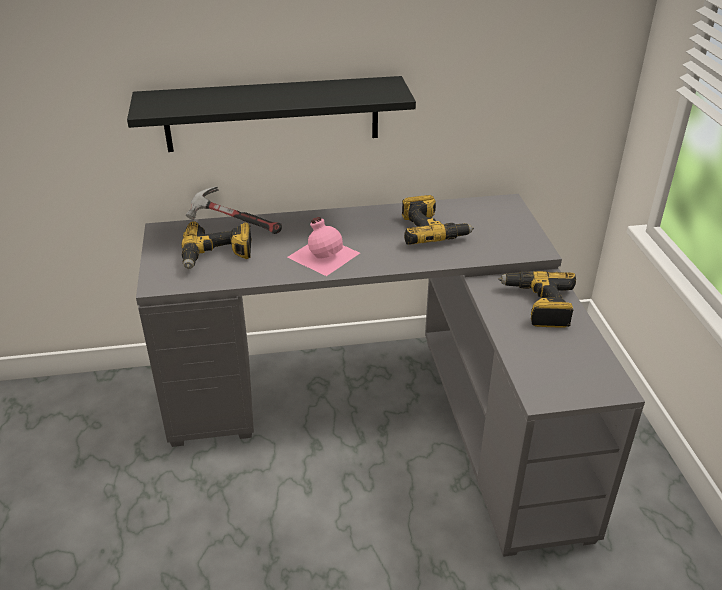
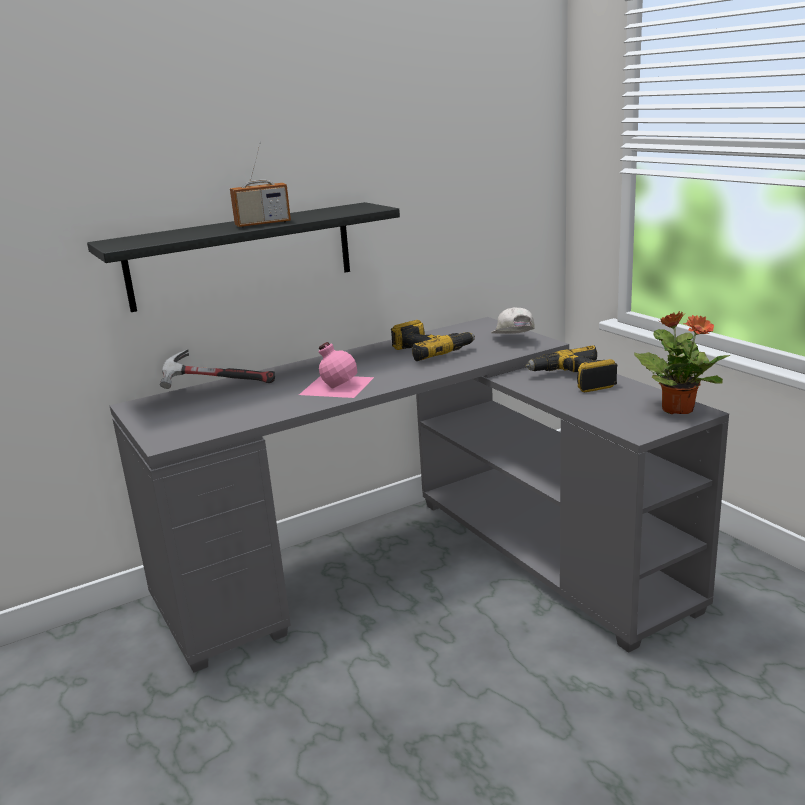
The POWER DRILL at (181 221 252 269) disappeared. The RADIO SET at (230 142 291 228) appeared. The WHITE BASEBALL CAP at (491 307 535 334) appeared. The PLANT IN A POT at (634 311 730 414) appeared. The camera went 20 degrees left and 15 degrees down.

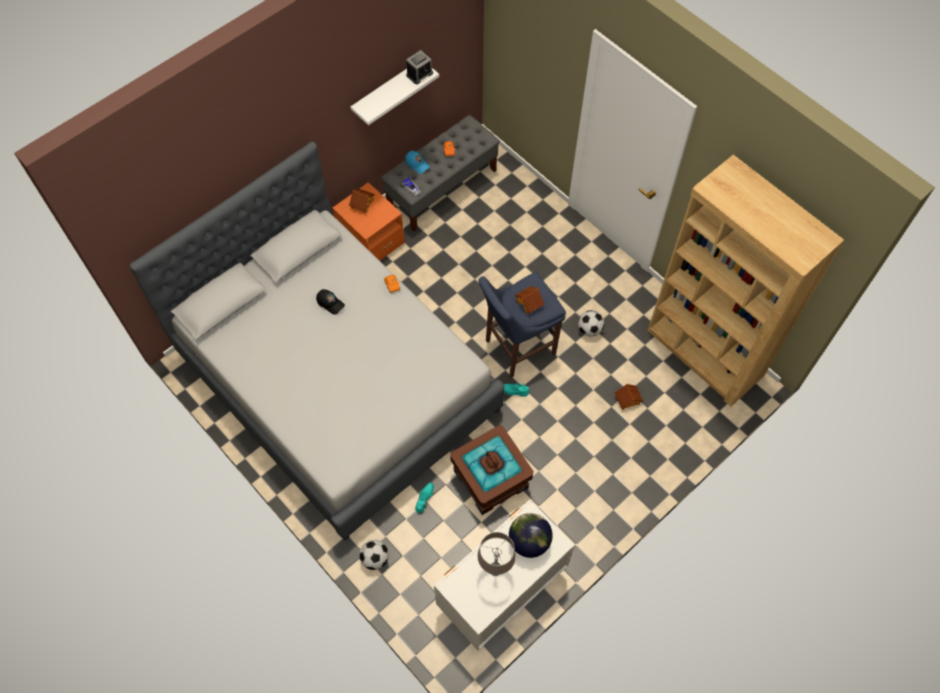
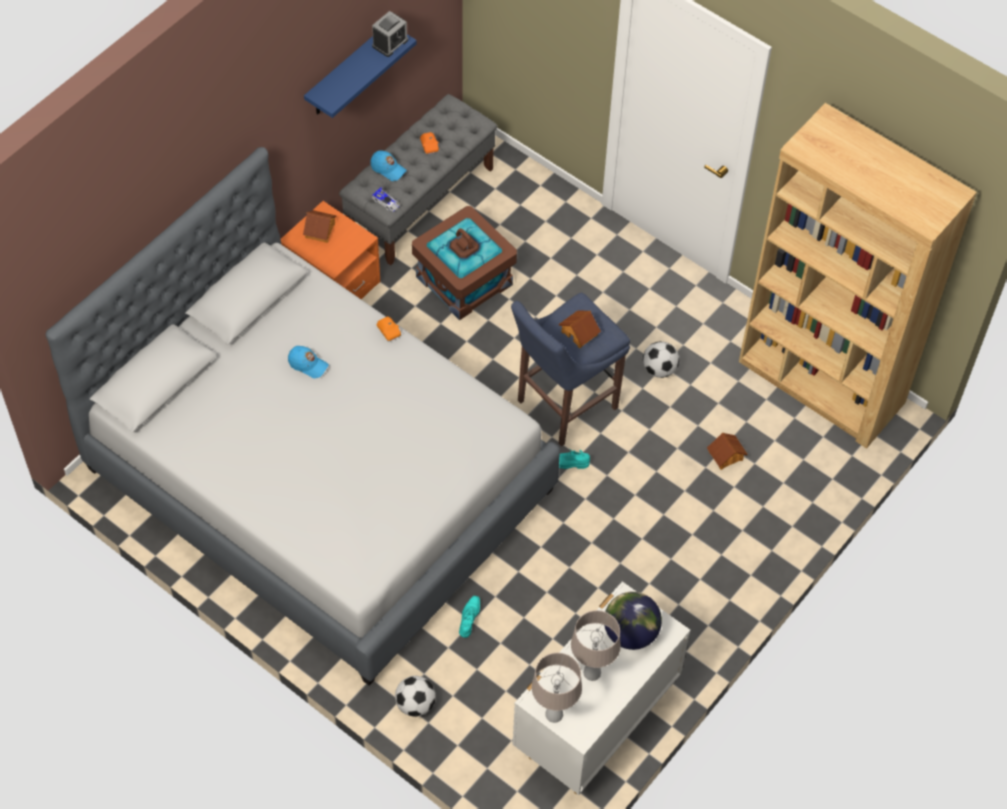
The WHITE BRACKET SHELF at (350 68 439 125) became the BLUISH BRACKET SHELF at (304 34 417 118). The BLACK-COLOURED BASEBALL CAP at (316 289 345 314) became the BLUISH BASEBALL CAP at (288 346 329 378). The BROWN-COLOURED STORAGE CONTAINER moved from (450 425 534 515) to (412 206 517 320). The BEIGE TABLE LAMP at (532 653 582 723) appeared. The camera went 10 degrees left and 5 degrees down.

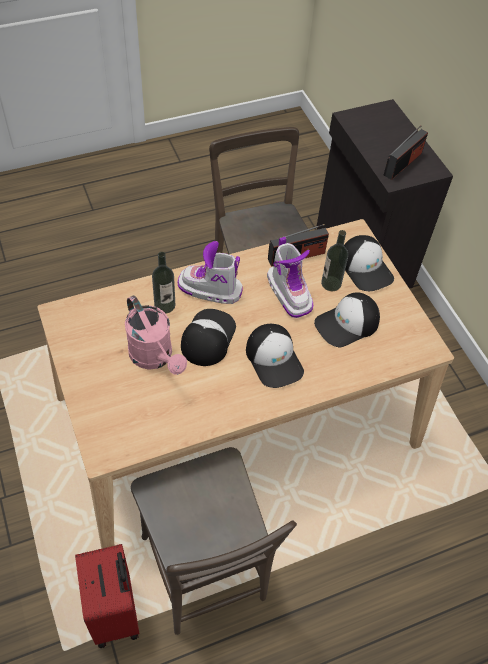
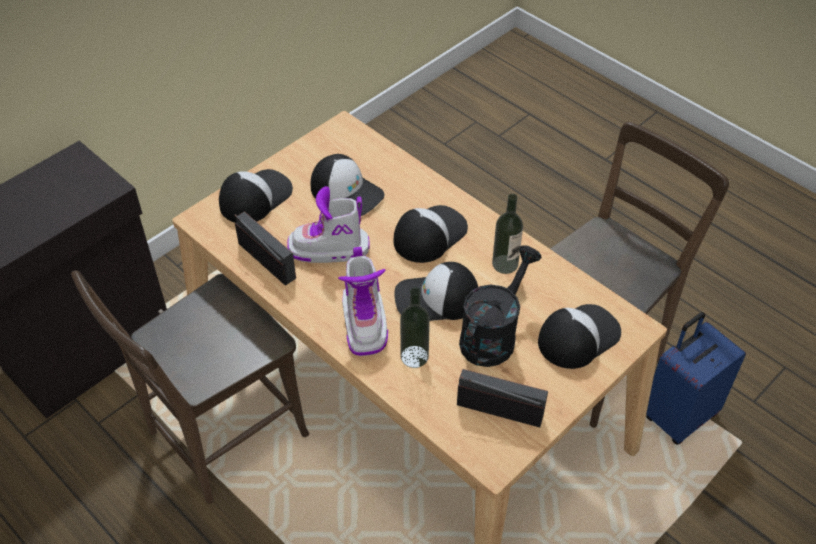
The RADIO SET moved from (384 125 428 180) to (457 369 548 427). The DRINK BOTTLE moved from (321 230 348 291) to (492 194 523 274). The TALL BOOT at (267 237 313 318) turned 135 degrees counterclockwise. The PINK-COLOURED WATERING POT at (125 295 187 375) became the BLACK-COLOURED WATERING POT at (459 245 542 367). The RED-COLOURED SUITCASE at (75 544 140 648) became the BLUISH SUITCASE at (646 312 746 445). The BASEBALL CAP at (538 304 621 369) appeared. The camera went 110 degrees left and 5 degrees down.

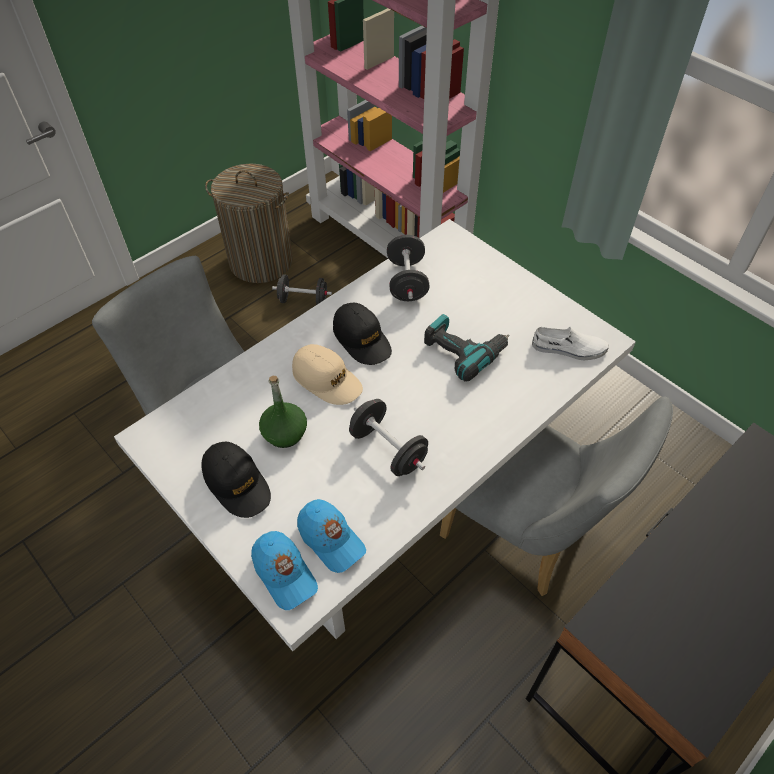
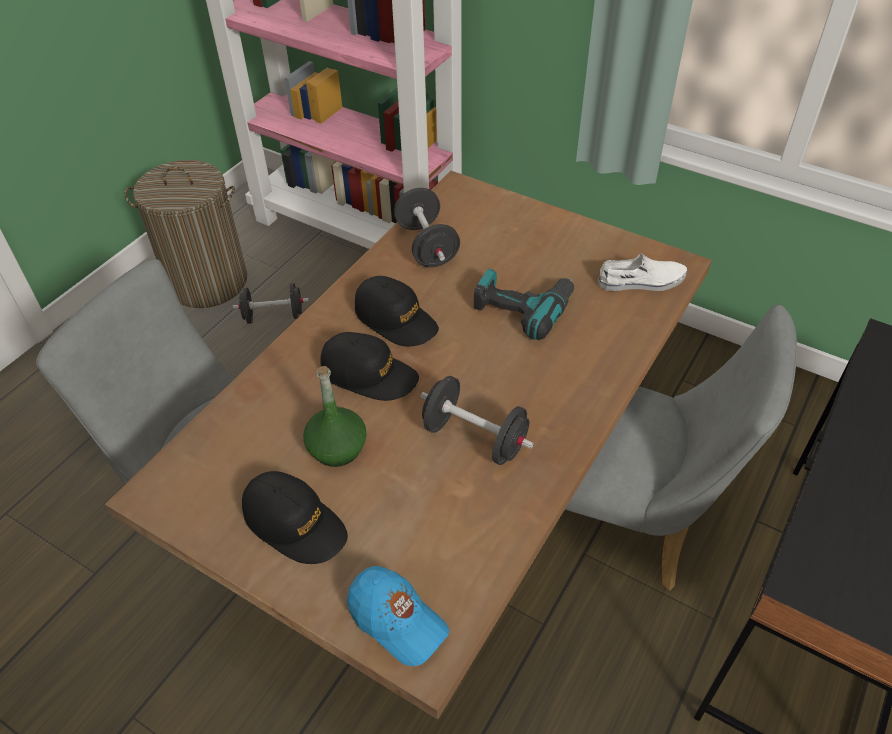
The WHITE DINNER TABLE at (114 219 636 651) became the BROWN-COLOURED DINNER TABLE at (105 171 711 719). The BEIGE BASEBALL CAP at (292 344 363 405) became the BLACK-COLOURED BASEBALL CAP at (320 332 419 401). The BLUISH BASEBALL CAP at (297 499 366 573) disappeared. The camera went 15 degrees left and 5 degrees down.

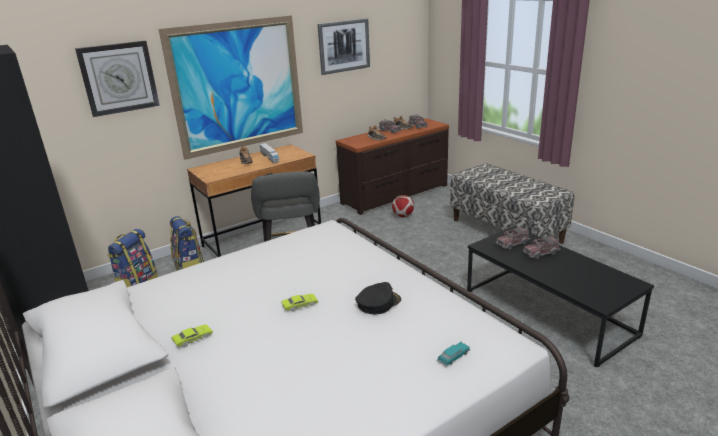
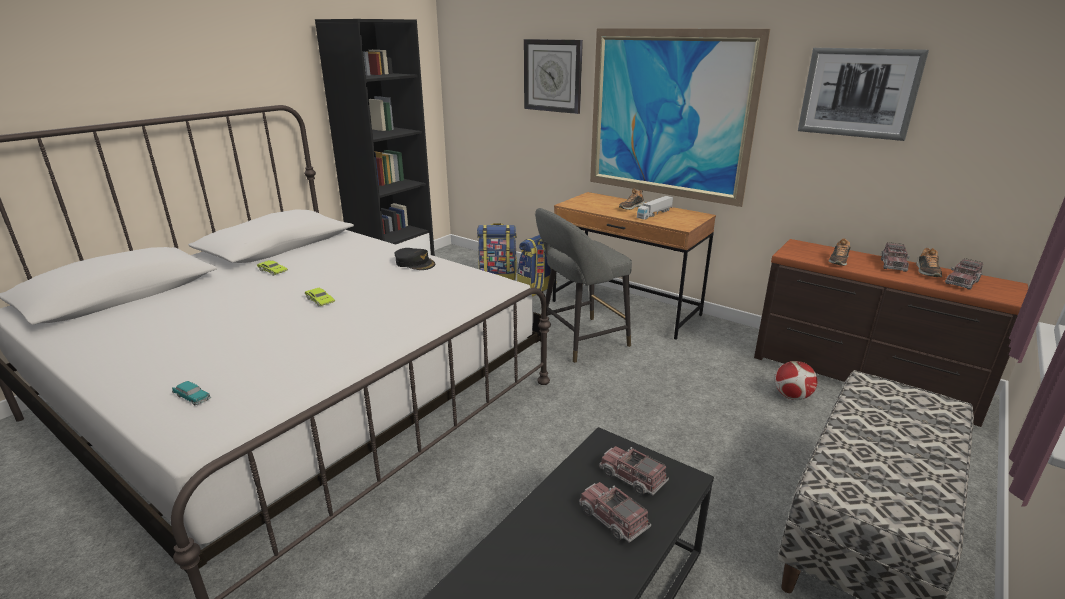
The BLACK-COLOURED BASEBALL CAP moved from (355 282 401 314) to (394 248 435 270). The camera went 70 degrees right and 0 degrees up.

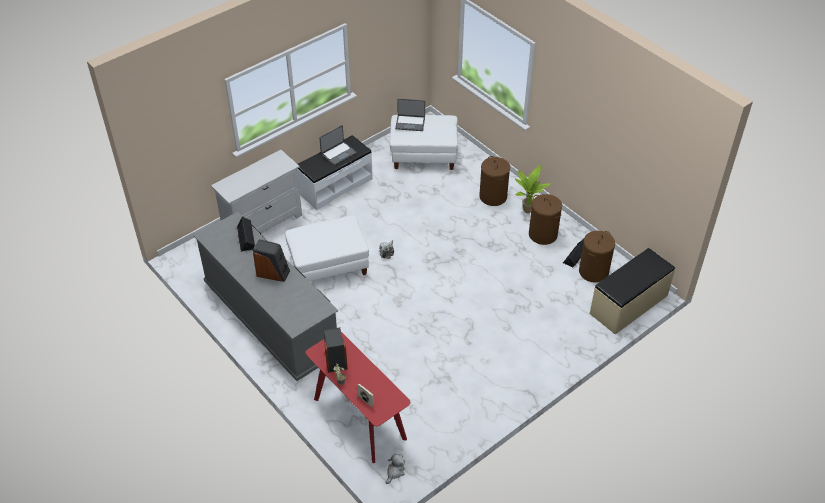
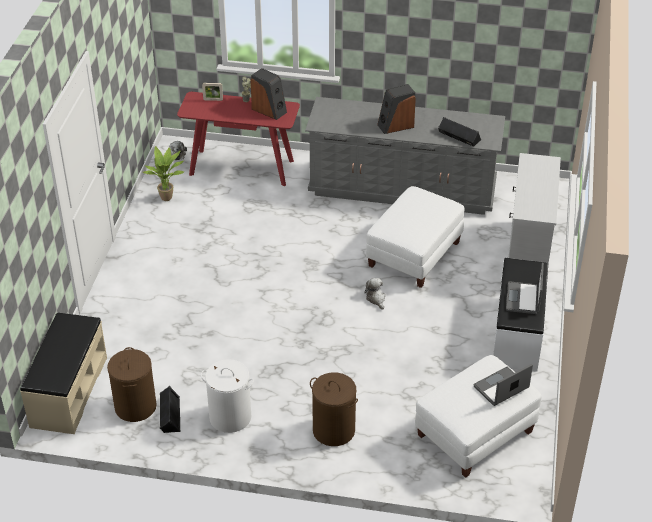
The PLANT IN A POT moved from (515 165 551 213) to (143 146 185 201). The BROWN-COLOURED HAMPER at (529 194 562 245) became the WHITE HAMPER at (201 359 254 433). The camera went 140 degrees right and 5 degrees down.

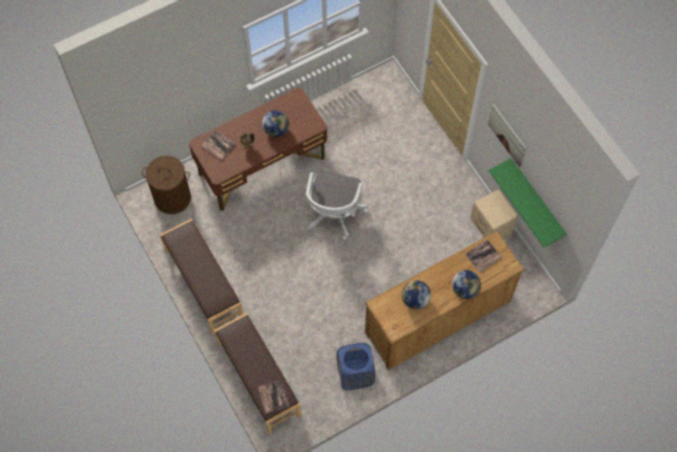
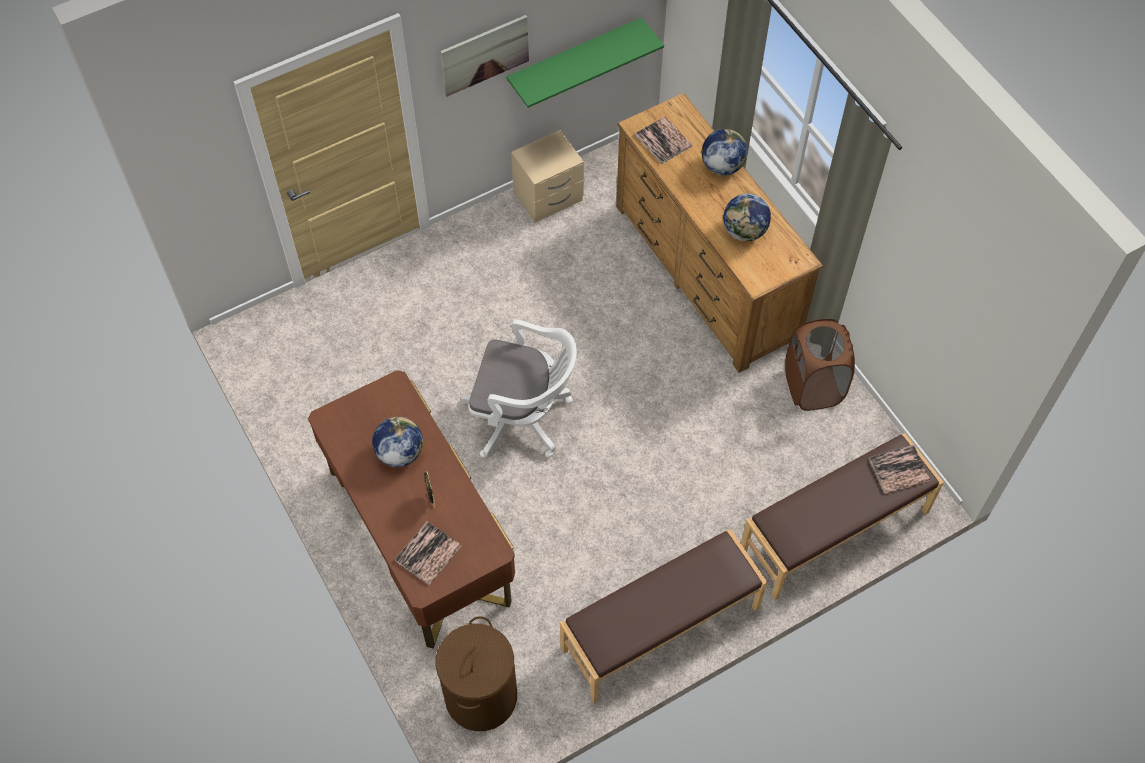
The BLUISH HAMPER at (337 343 375 390) became the BROWN-COLOURED HAMPER at (785 319 855 411). The camera went 90 degrees left and 5 degrees down.

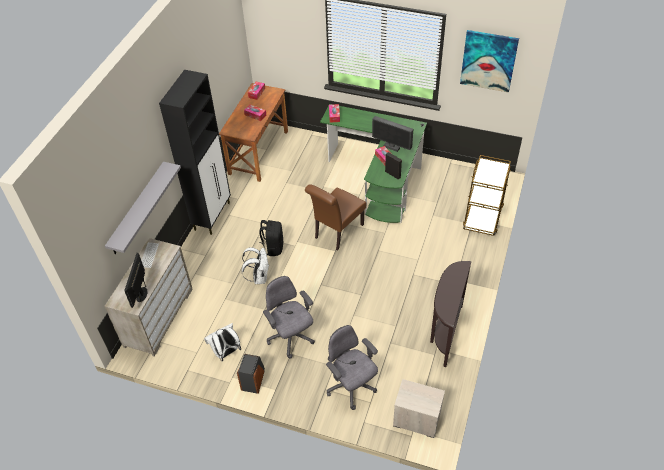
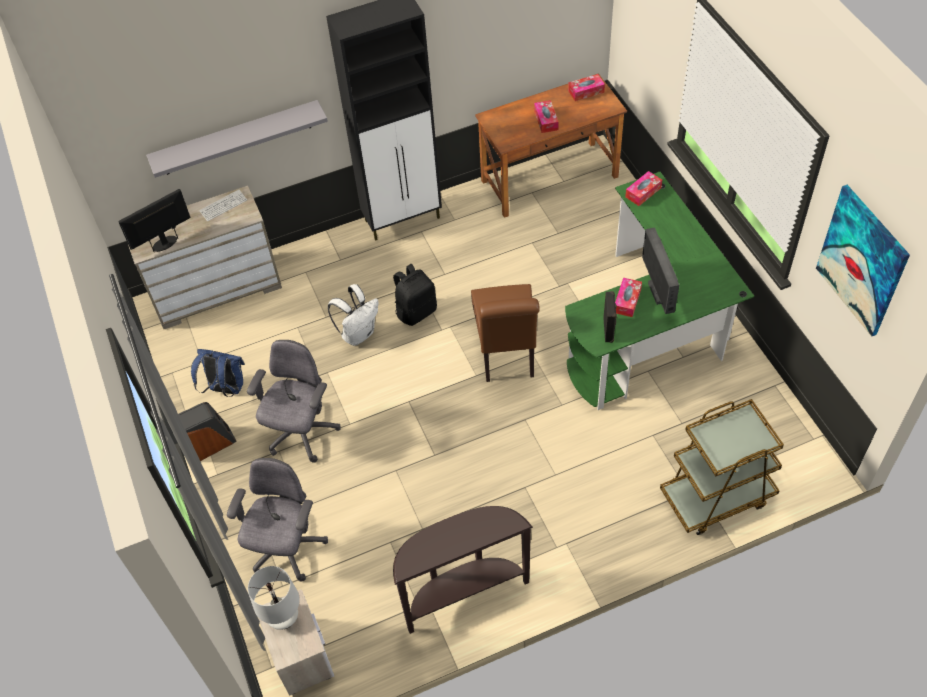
The BROWN-COLOURED PLAIN CHAIR at (305 184 366 250) turned 90 degrees counterclockwise. The WHITE KNAPSACK at (204 323 241 361) became the BLUISH KNAPSACK at (191 349 245 397). The WHITE TABLE LAMP at (248 566 300 630) appeared. The camera went 50 degrees right and 5 degrees up.

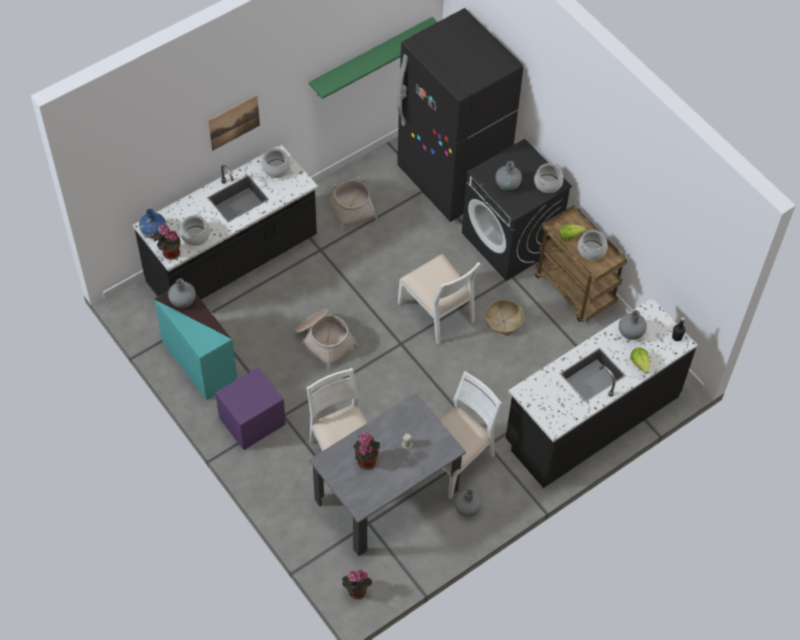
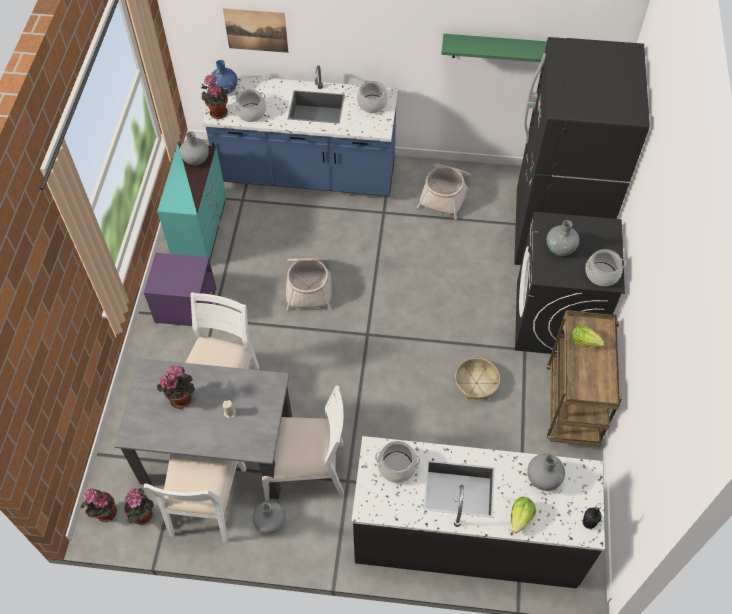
The WALL ART moved from (208 95 260 151) to (223 8 288 53). The BLACK-COLOURED KITCHEN BASE UNIT at (133 145 318 300) became the BLUISH KITCHEN BASE UNIT at (202 66 398 196). The STOCKPOT moved from (578 230 607 260) to (375 441 420 483). The WHITE PLAIN CHAIR moved from (398 254 481 344) to (144 454 246 543). The PLANT IN A POT at (124 488 154 525) appeared. The camera went 45 degrees right and 0 degrees up.

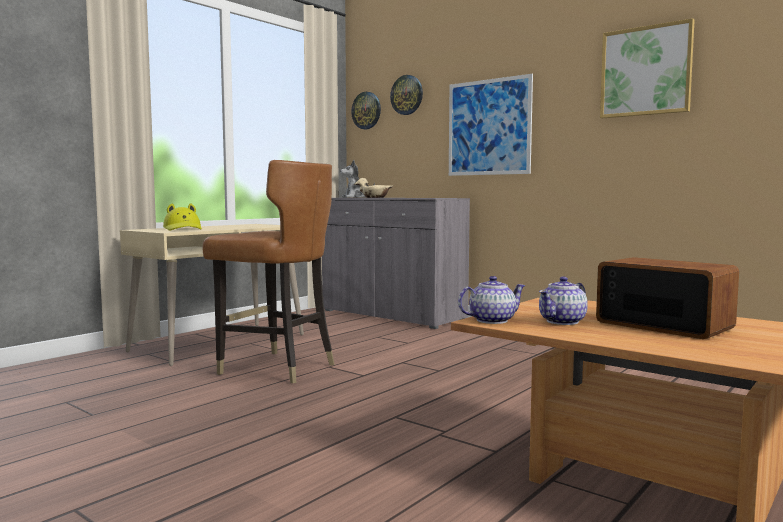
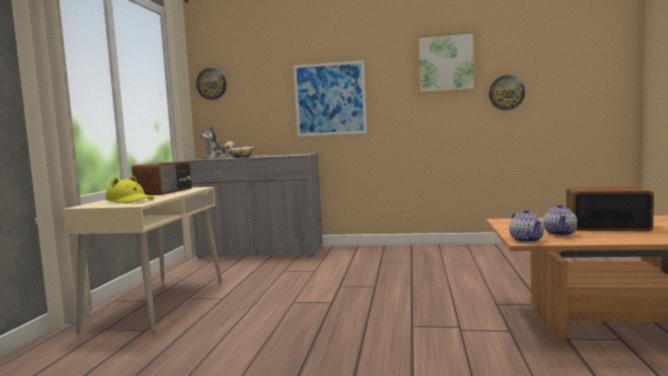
The CLOCK ON THE WALL moved from (390 75 423 115) to (489 75 525 110). The BROWN-COLOURED PLAIN CHAIR at (202 160 334 383) disappeared. The TEA POT at (458 276 526 324) turned 135 degrees clockwise. The RADIO SET at (132 161 192 195) appeared. The camera went 30 degrees left and 0 degrees up.

